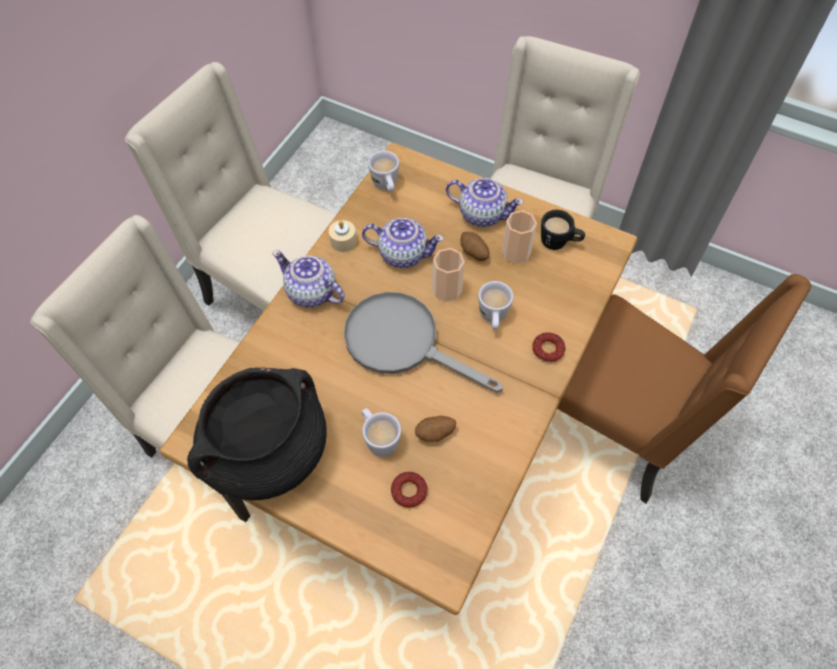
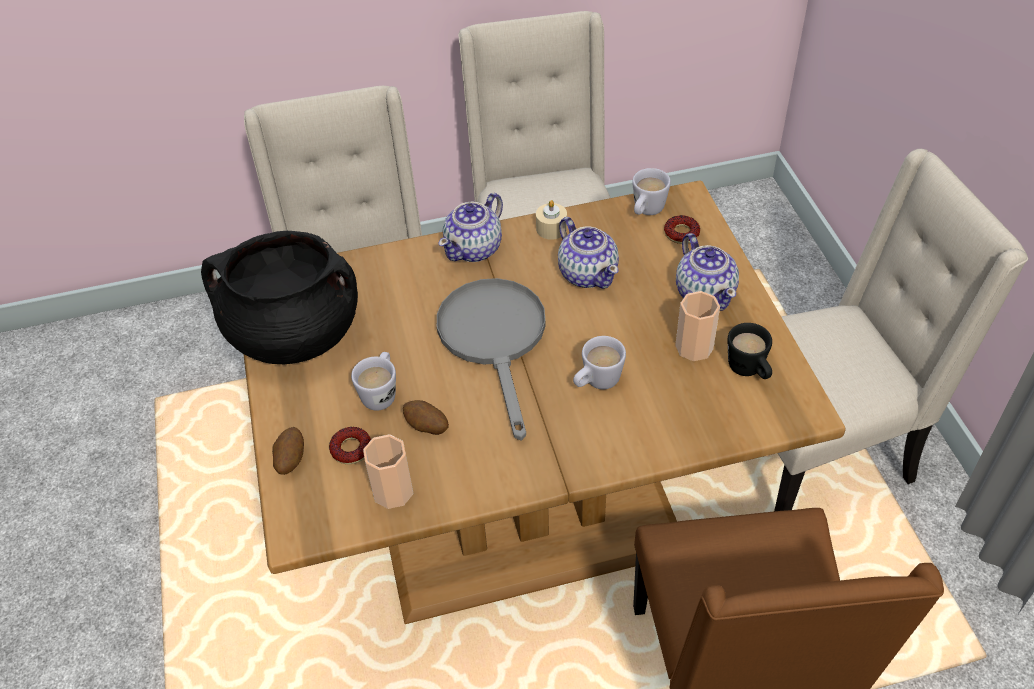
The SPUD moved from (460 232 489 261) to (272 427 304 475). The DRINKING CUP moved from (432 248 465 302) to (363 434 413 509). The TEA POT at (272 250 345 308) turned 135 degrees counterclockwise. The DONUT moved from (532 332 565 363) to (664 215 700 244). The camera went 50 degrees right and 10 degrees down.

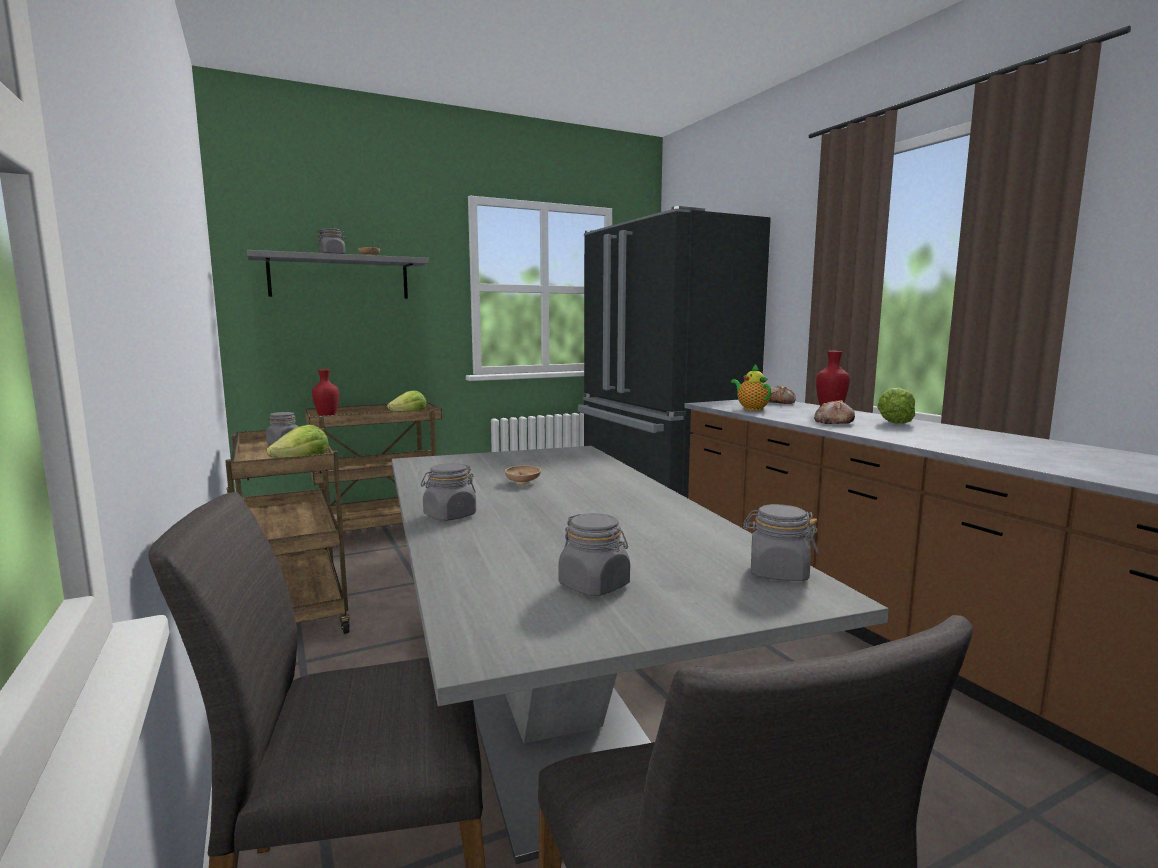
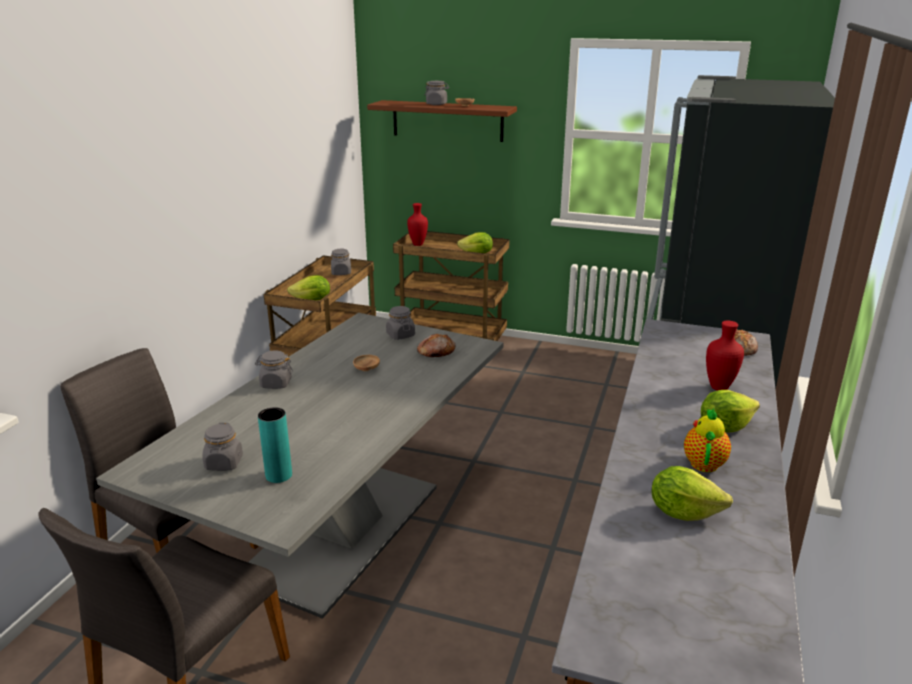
The GREYISH BRACKET SHELF at (247 250 429 299) became the BROWN-COLOURED BRACKET SHELF at (367 100 517 142). The TEA POT moved from (731 364 771 411) to (684 409 731 472). The BAKED BREAD moved from (814 400 855 424) to (417 334 456 357). The GREYISH JAR moved from (743 504 819 581) to (386 306 415 340). The TURQUOISE VASE at (258 407 292 483) appeared. The LETTUCE at (651 466 733 521) appeared. The camera went 45 degrees right and 15 degrees up.

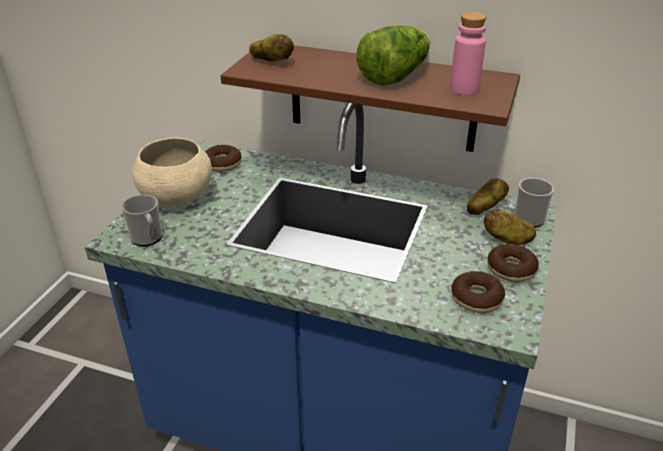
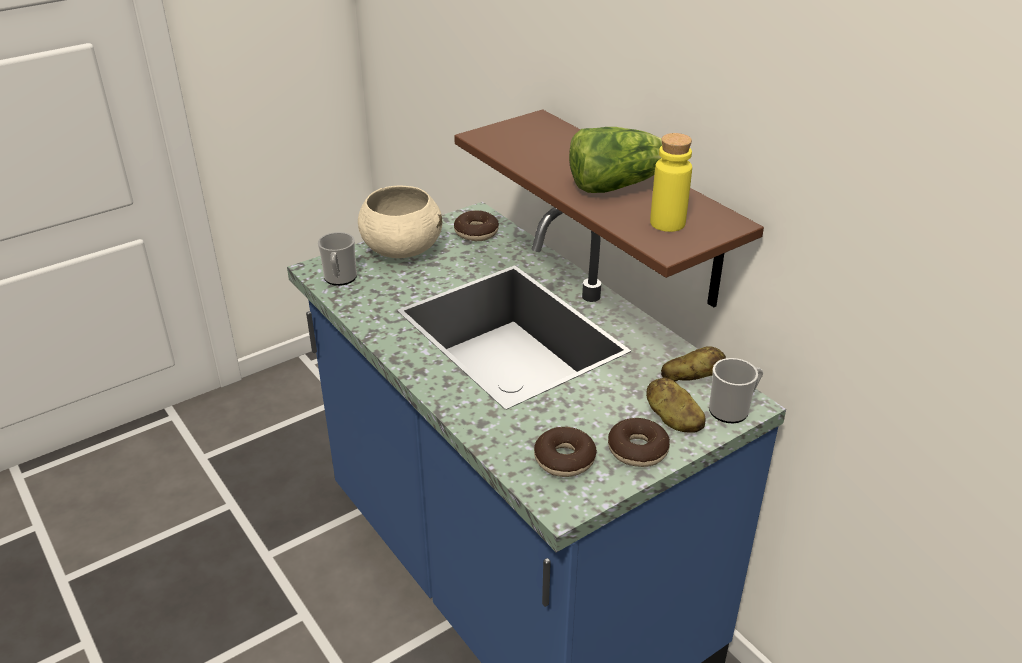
The PINK-COLOURED DRINK BOTTLE at (450 12 486 95) became the YELLOW-COLOURED DRINK BOTTLE at (650 133 692 232). The SPUD at (249 34 294 61) disappeared. The camera went 35 degrees right and 0 degrees up.

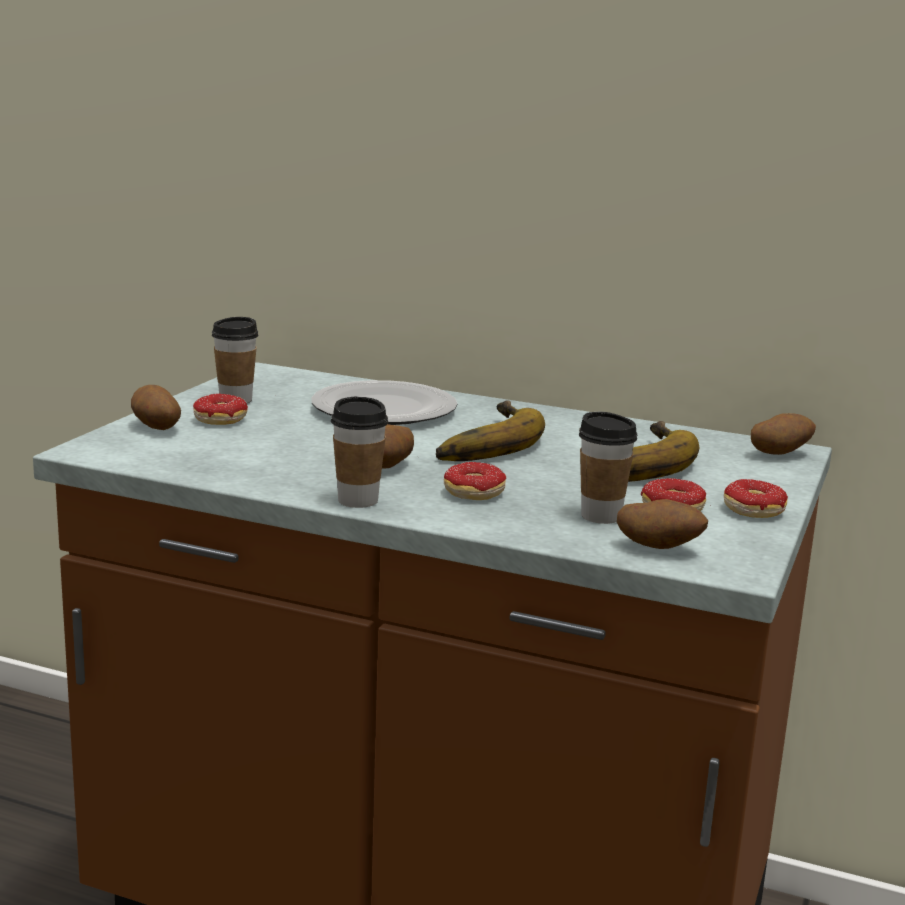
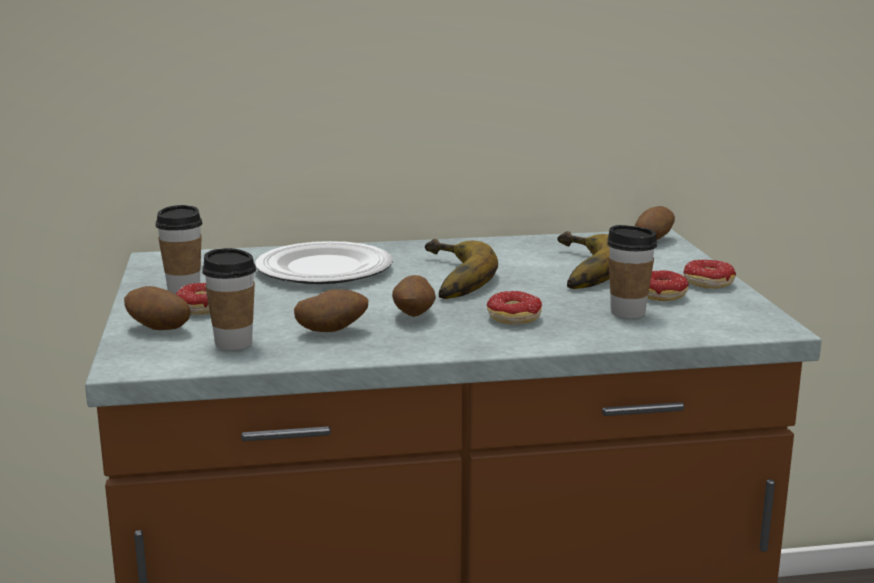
The DRINKING CUP moved from (331 397 388 508) to (202 248 256 350). The SPUD moved from (617 499 708 549) to (294 289 368 332). The camera went 30 degrees left and 0 degrees up.

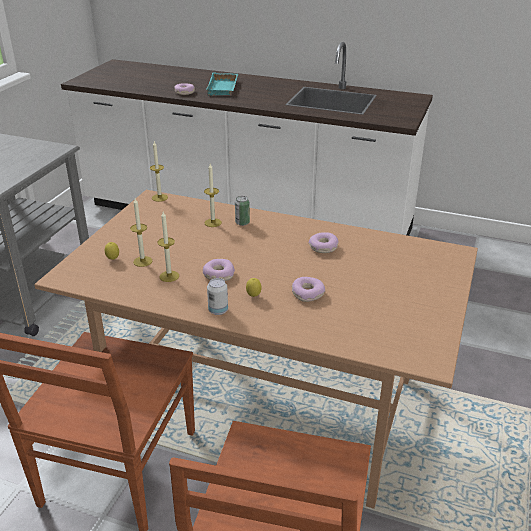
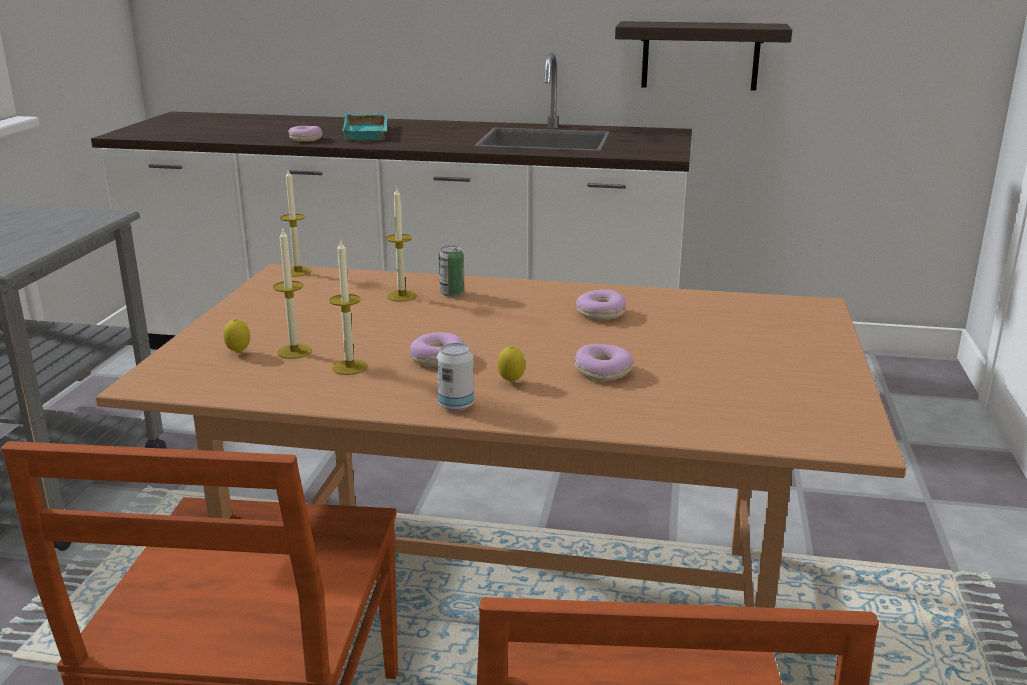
The BRACKET SHELF at (615 21 792 91) appeared. The camera went 10 degrees left and 10 degrees down.

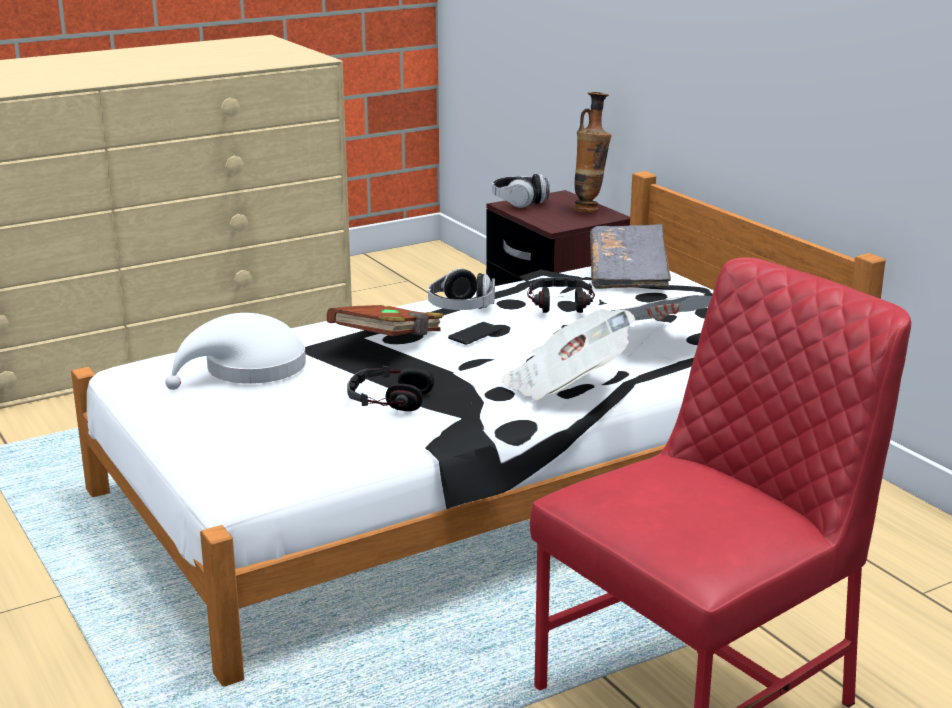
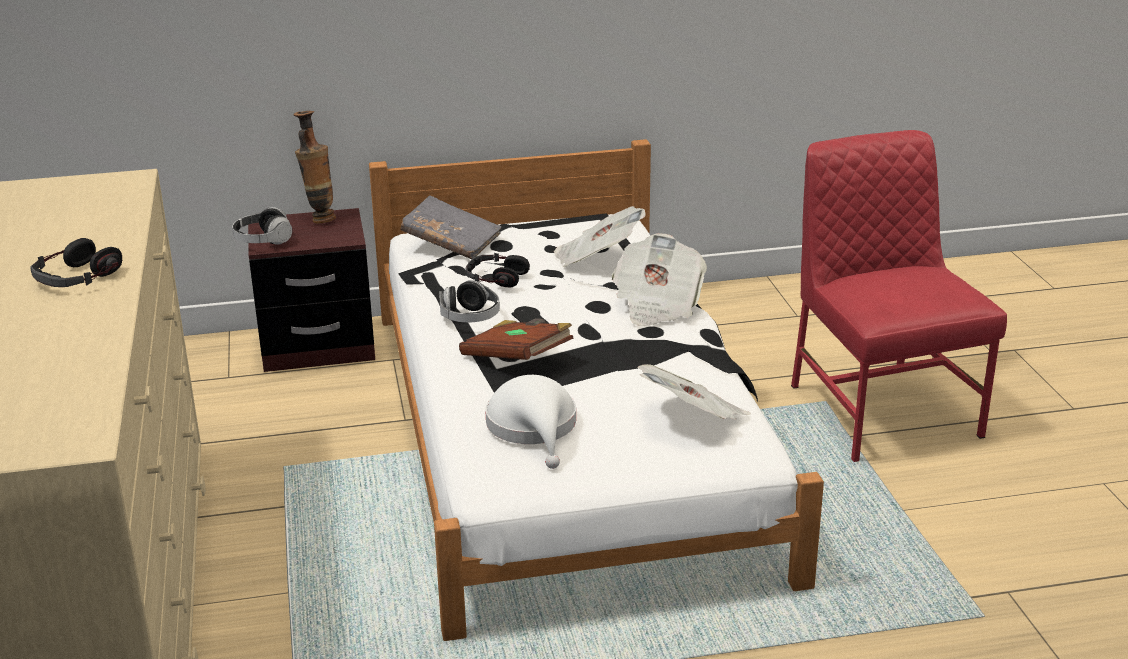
The HEADSET moved from (347 366 434 411) to (30 238 122 287). The DAILY PAPER at (638 364 751 420) appeared. The camera went 70 degrees left and 5 degrees up.

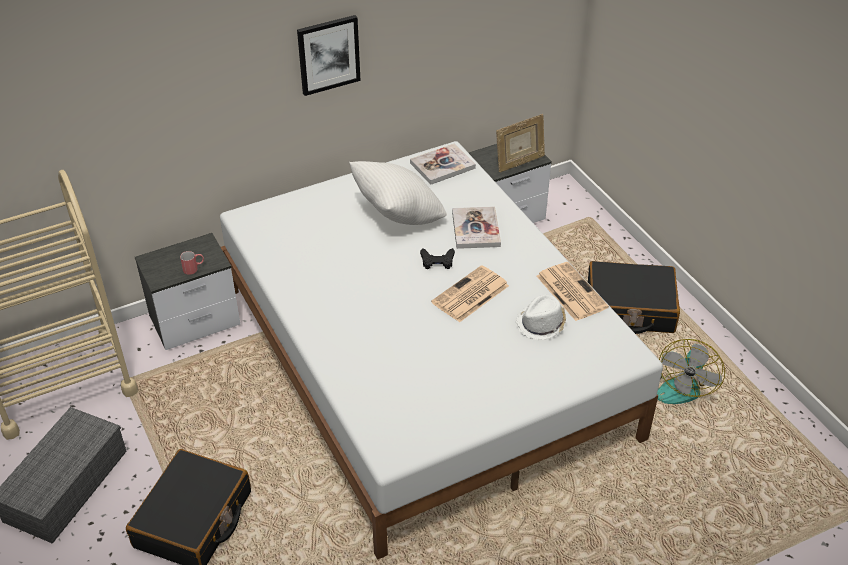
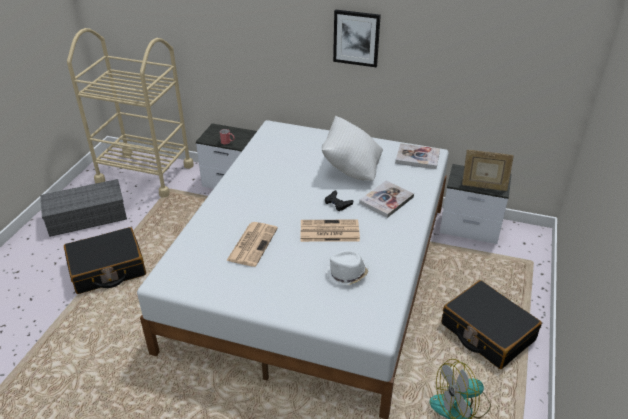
The DAILY PAPER moved from (537 262 609 321) to (226 222 278 267). The camera went 45 degrees right and 5 degrees down.

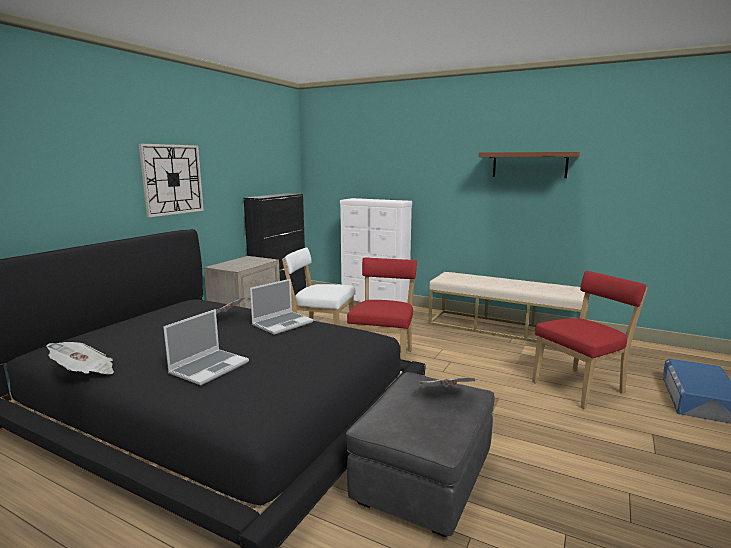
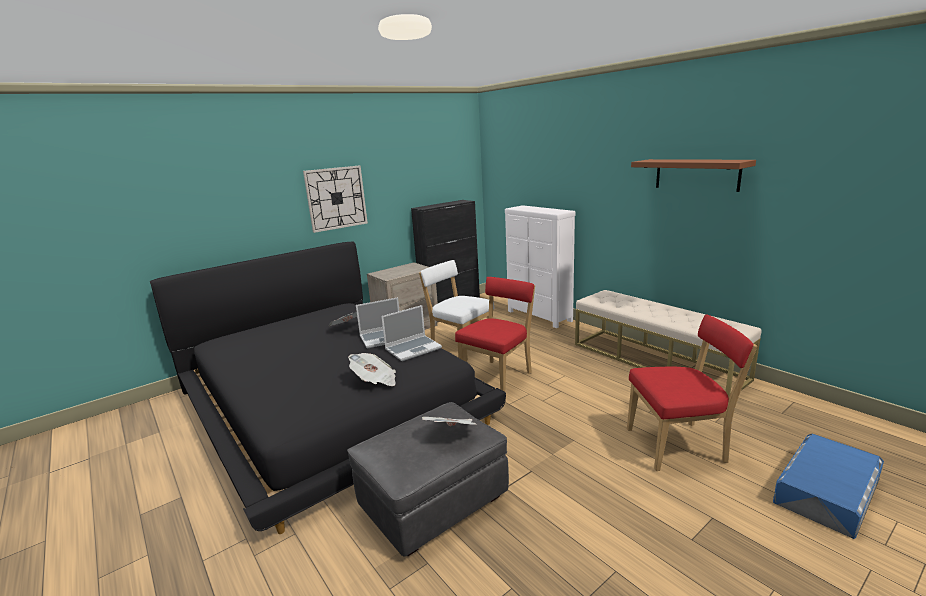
The LAPTOP moved from (163 309 249 385) to (381 305 442 361). The DAILY PAPER moved from (46 342 114 374) to (348 353 396 386). The camera went 25 degrees right and 5 degrees up.

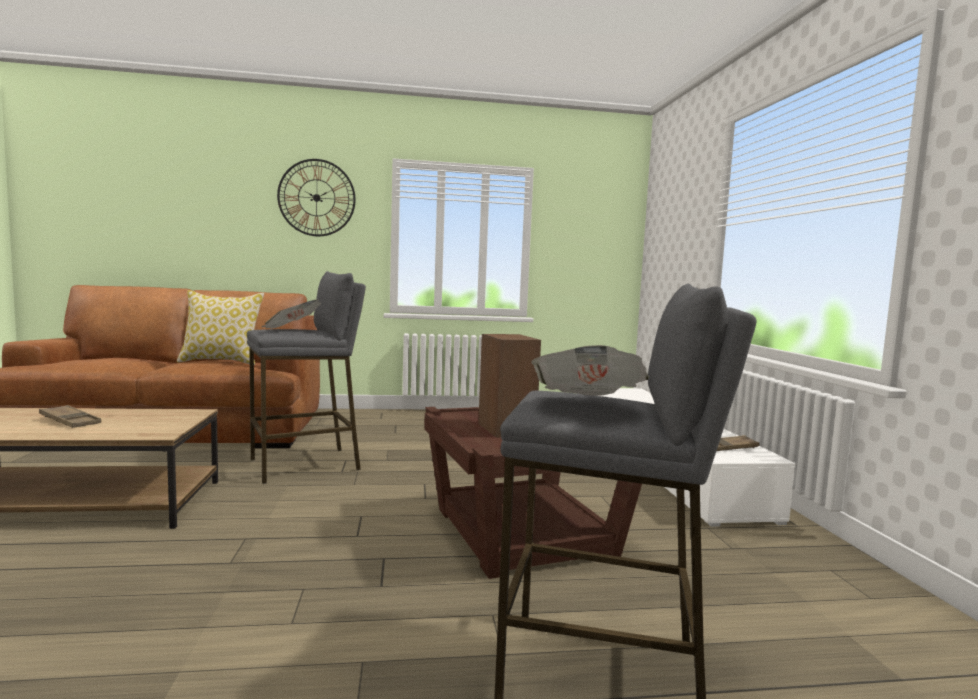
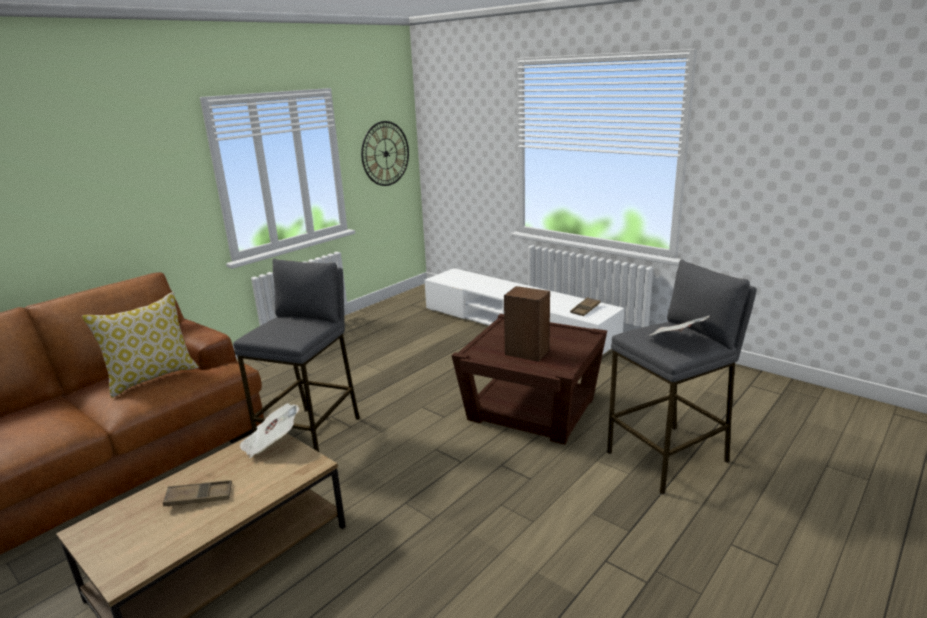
The CLOCK ON THE WALL moved from (277 159 356 236) to (361 121 409 186). The DAILY PAPER moved from (261 299 321 329) to (239 403 299 458). The camera went 40 degrees left and 15 degrees up.

